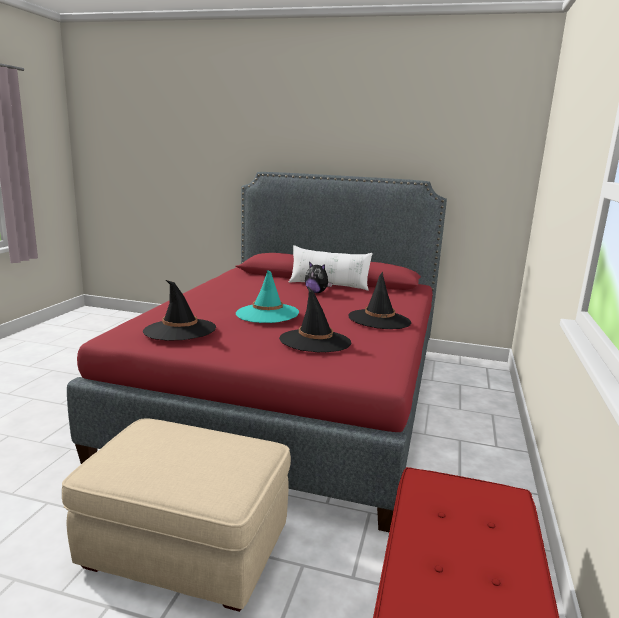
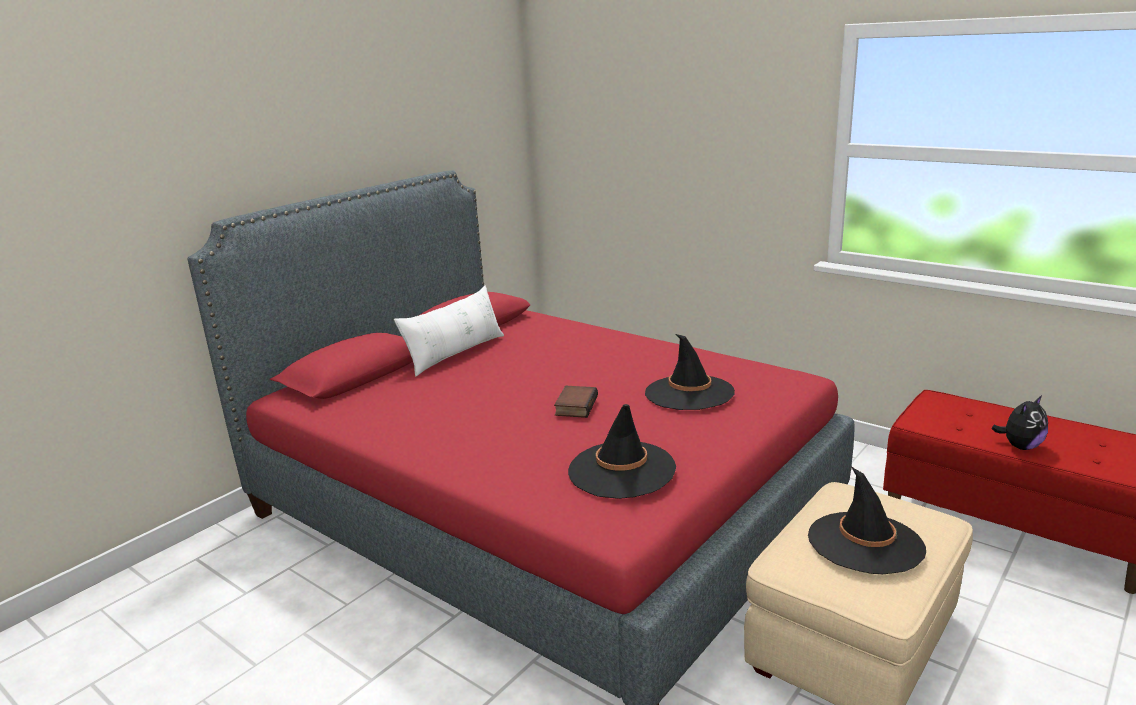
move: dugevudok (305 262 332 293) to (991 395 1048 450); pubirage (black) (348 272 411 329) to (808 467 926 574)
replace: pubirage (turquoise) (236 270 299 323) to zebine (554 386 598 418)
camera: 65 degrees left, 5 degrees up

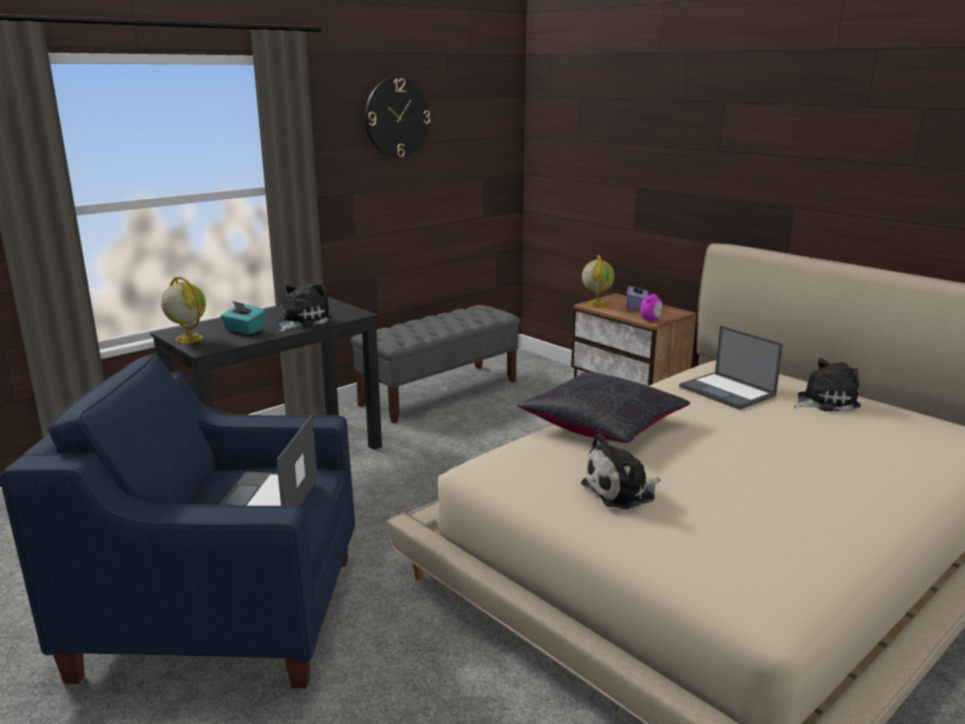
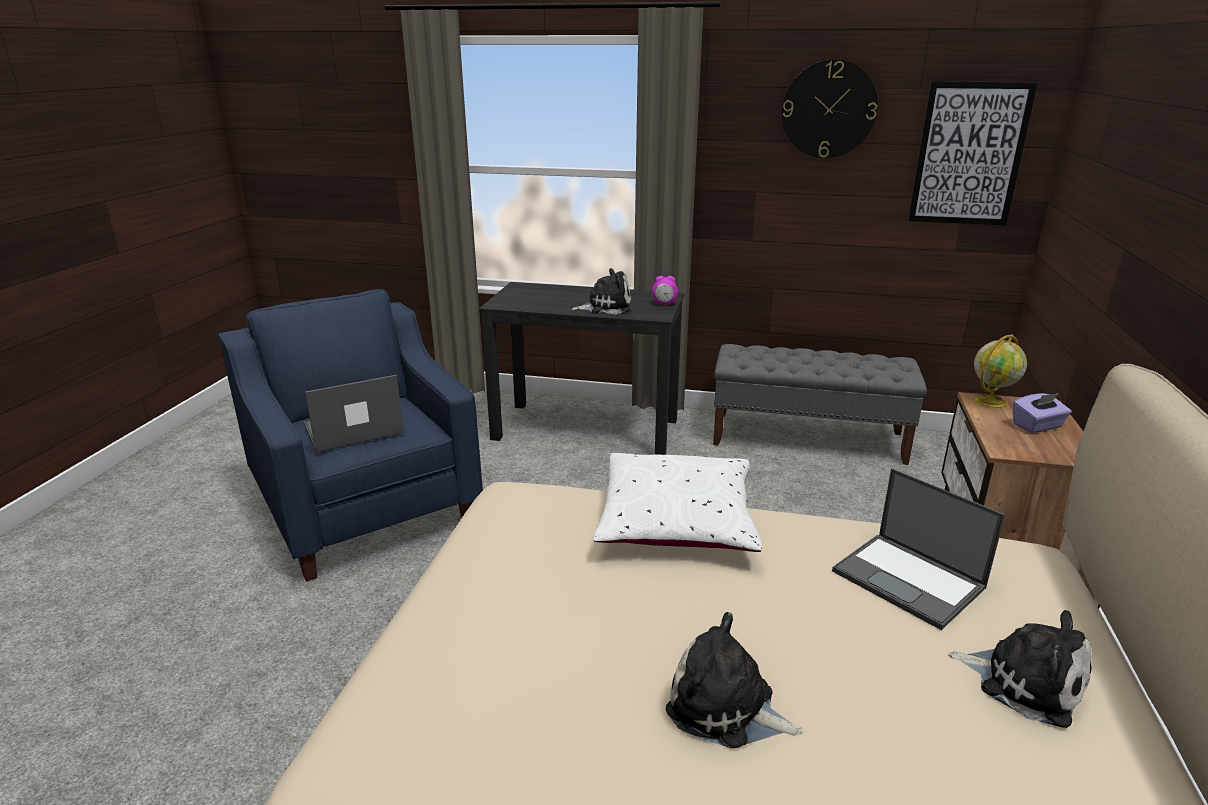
delete: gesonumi (161 277 206 343); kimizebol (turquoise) (220 301 265 335)
insert: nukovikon (908 81 1038 225)
move: dugevudok (581 433 661 509) to (666 612 803 749); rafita (640 294 662 322) to (652 276 678 305)
recolor: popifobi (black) (517 372 690 443) to popifobi (white) (594 453 762 552)
rotate: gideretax (679 326 783 410) = (832 468 1005 630) 60 degrees counterclockwise
camera: 55 degrees right, 5 degrees up

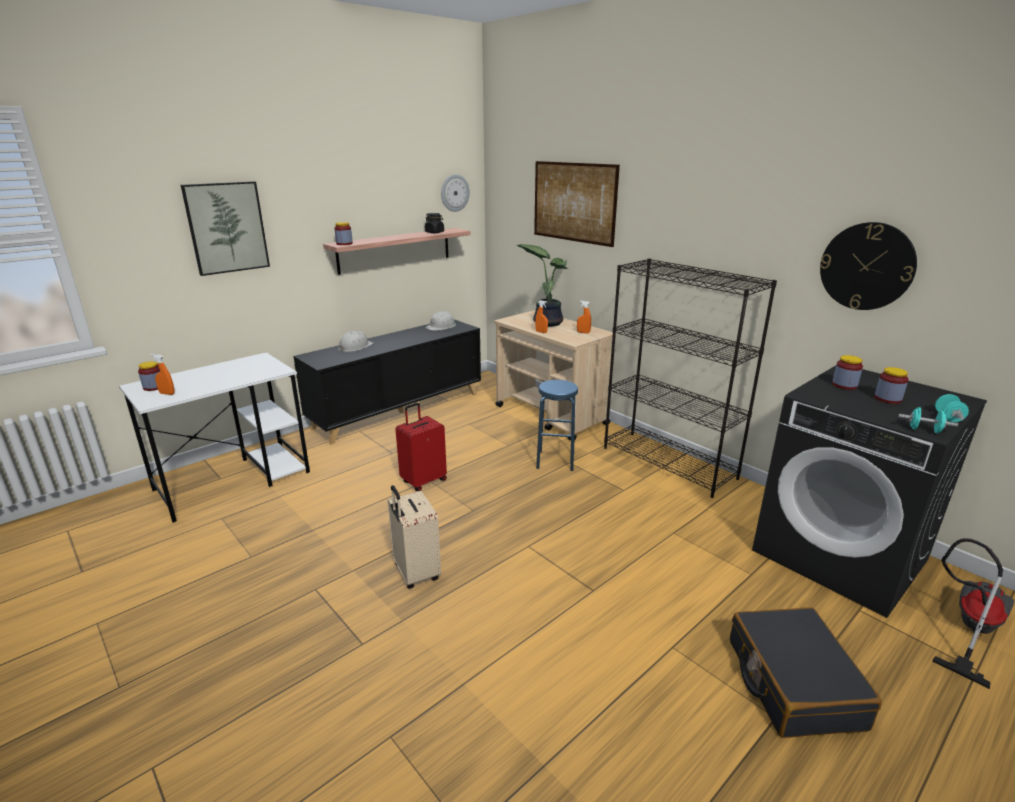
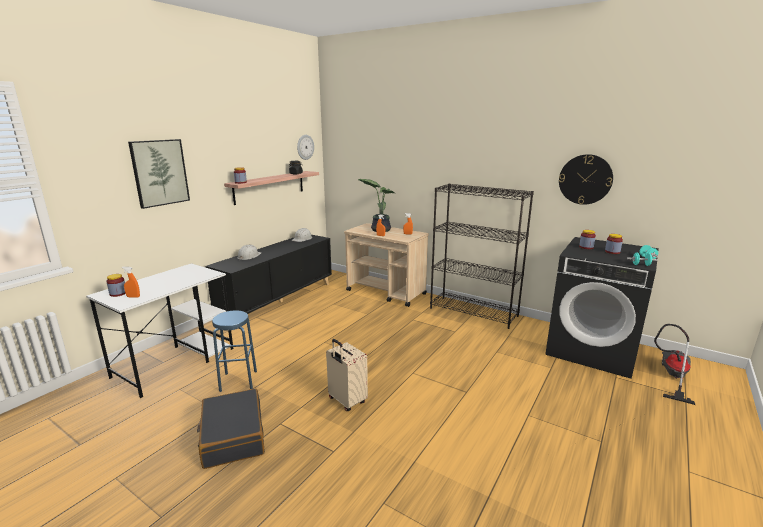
delete: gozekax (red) (395 403 447 491); nukovikon (534 161 620 247)
move: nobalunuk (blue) (536 380 578 471) to (212 310 257 392); gozekax (black) (730 607 882 738) to (197 388 265 469)
camera: 15 degrees left, 5 degrees down

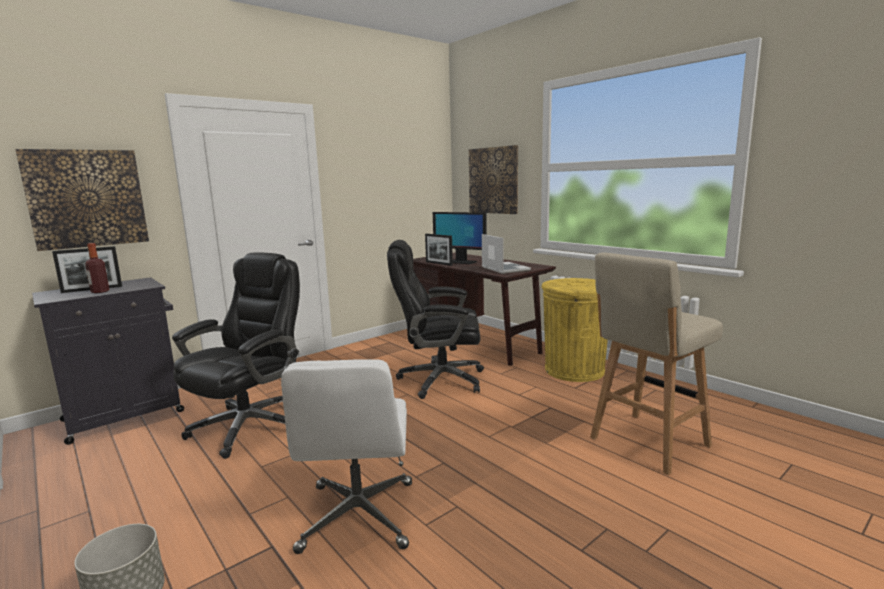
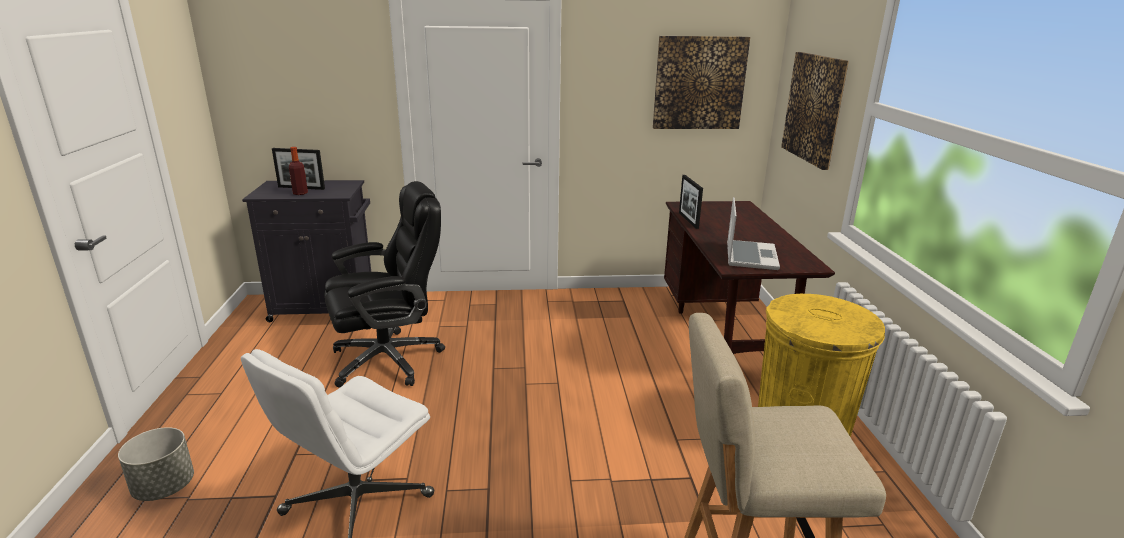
delete: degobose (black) (387 240 484 399); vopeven (433 212 487 264)
move: nukovikon (15 149 149 251) to (653 36 750 129)
camera: 35 degrees right, 10 degrees up

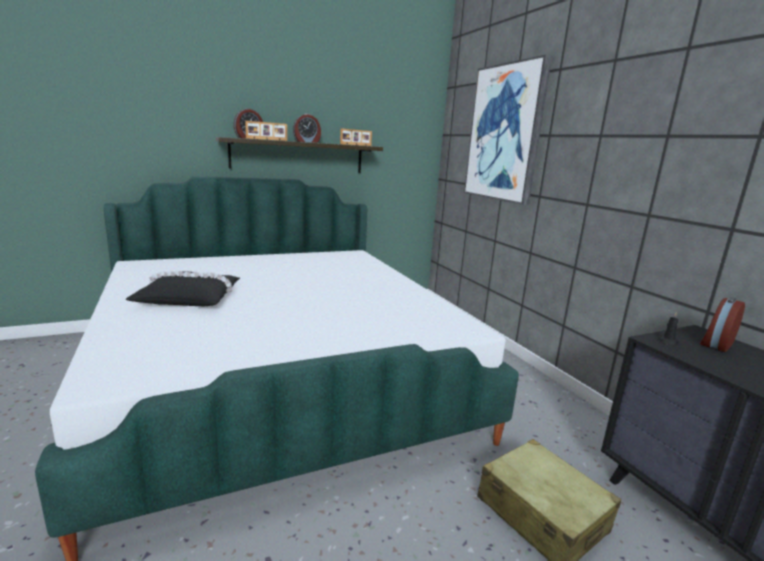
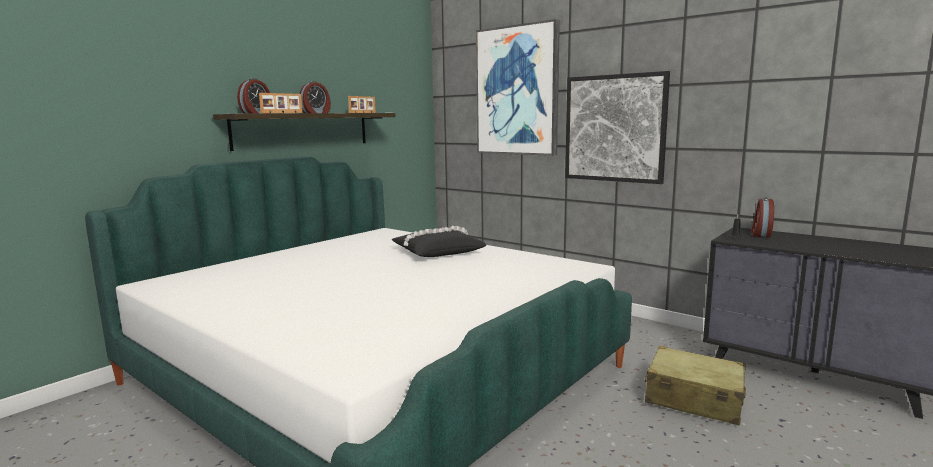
insert: nukovikon (565 71 670 184)
move: popifobi (black) (126 271 240 306) to (392 226 486 257)
camera: 25 degrees left, 5 degrees down

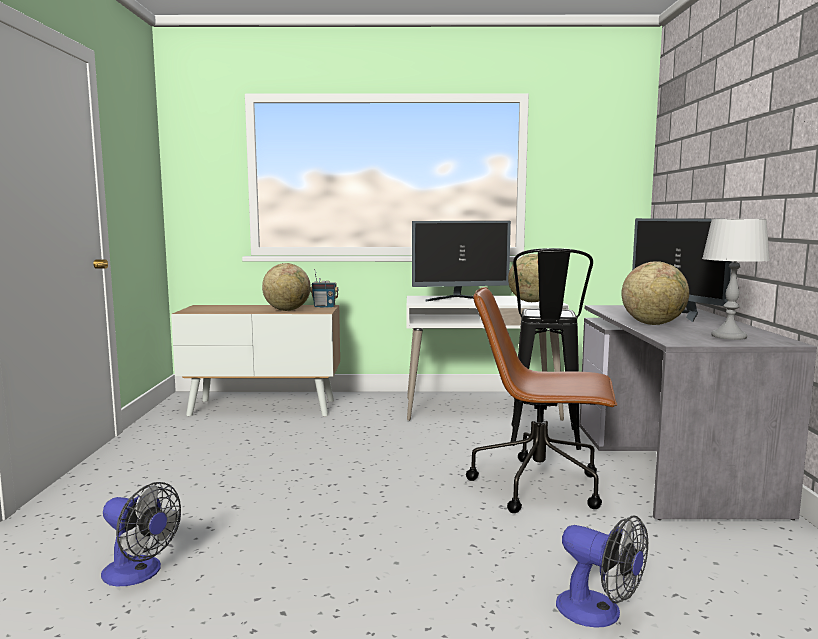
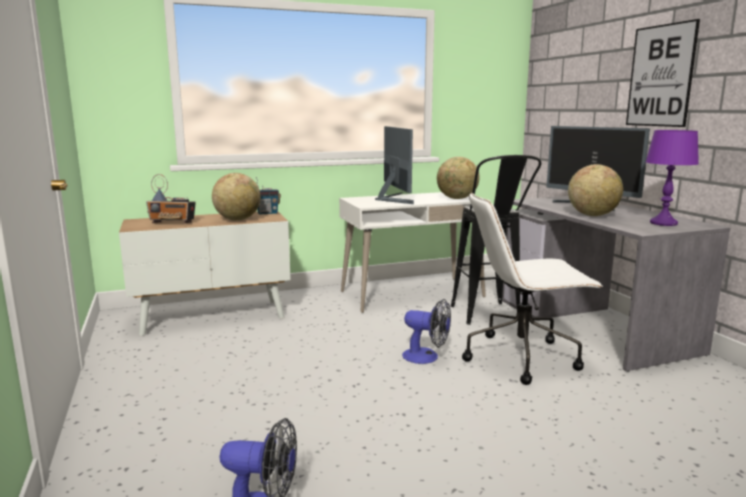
insert: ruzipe (146 174 196 224); nukovikon (626 19 700 127)
move: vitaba (556 515 648 628) to (402 299 451 364)
recolor: degobose (brown) (466 287 617 513) to degobose (white) (462 192 603 385); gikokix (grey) (702 219 770 340) to gikokix (purple) (645 130 699 226)
rotate: vopeven (412 221 511 302) = (375 126 414 204) 75 degrees counterclockwise
camera: 20 degrees left, 5 degrees up

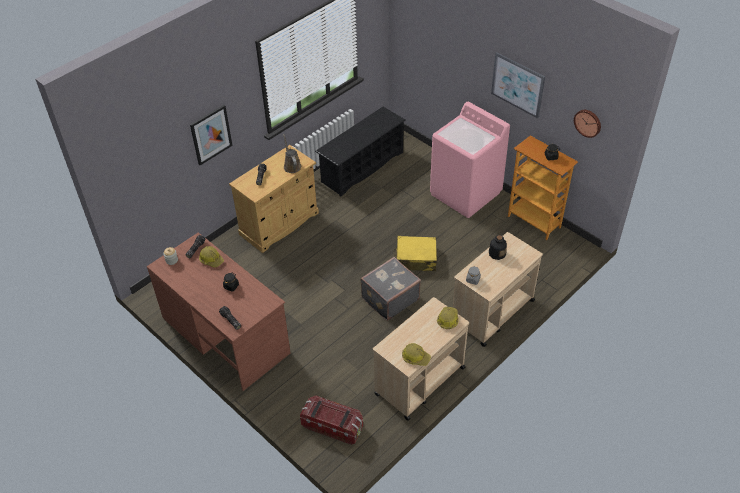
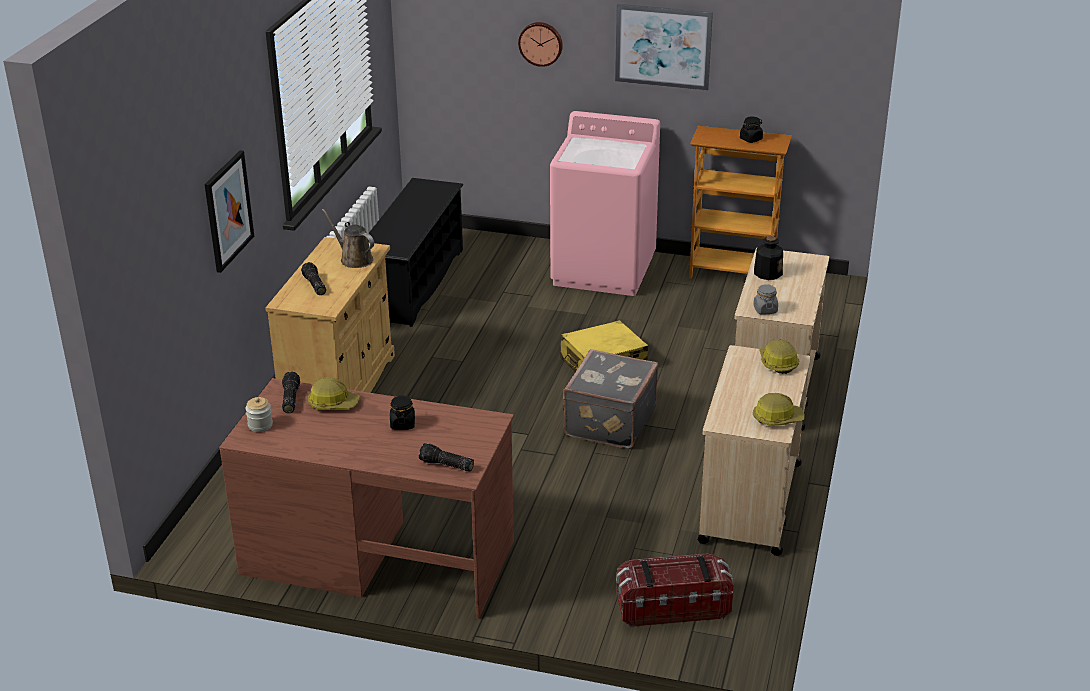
move: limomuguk (574 110 601 138) to (518 22 563 67)
camera: 30 degrees left, 15 degrees down

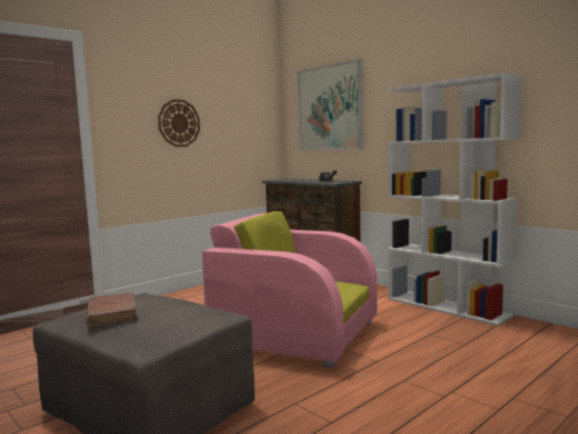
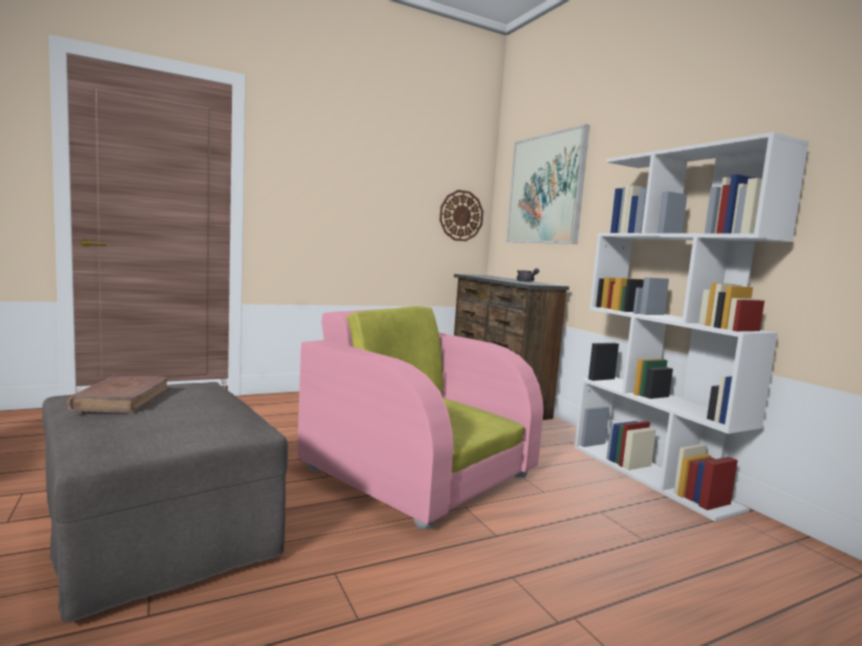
move: limomuguk (158 99 200 147) to (439 190 484 241)
camera: 15 degrees right, 0 degrees up

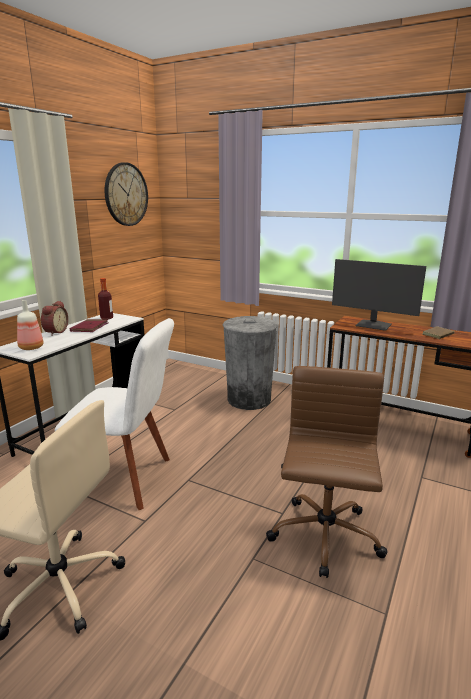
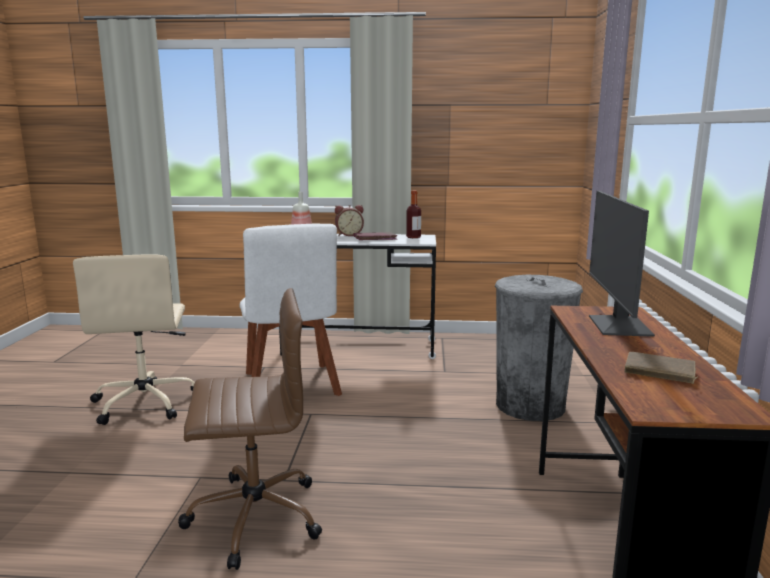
delete: limomuguk (105 162 148 226)
camera: 65 degrees right, 5 degrees down

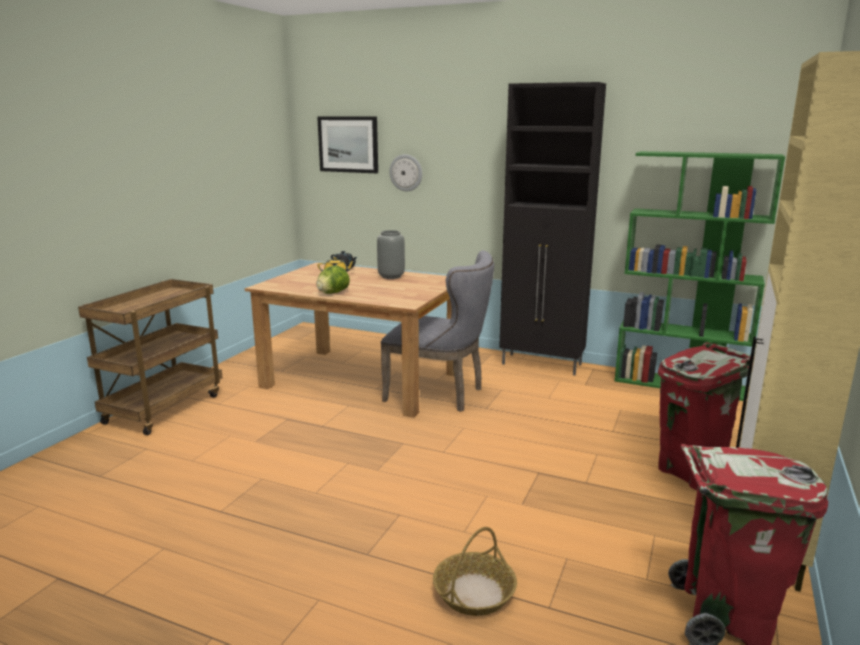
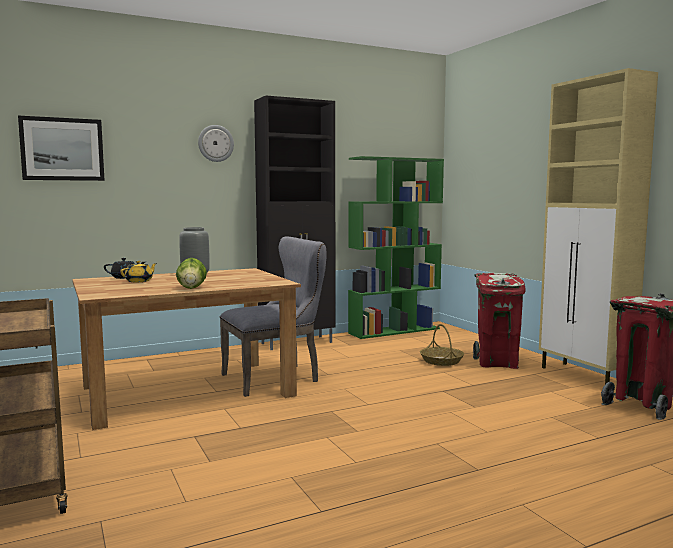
move: limomuguk (389 154 422 191) to (198 125 234 162); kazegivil (433 527 517 616) to (420 324 464 366)
camera: 50 degrees left, 10 degrees down

